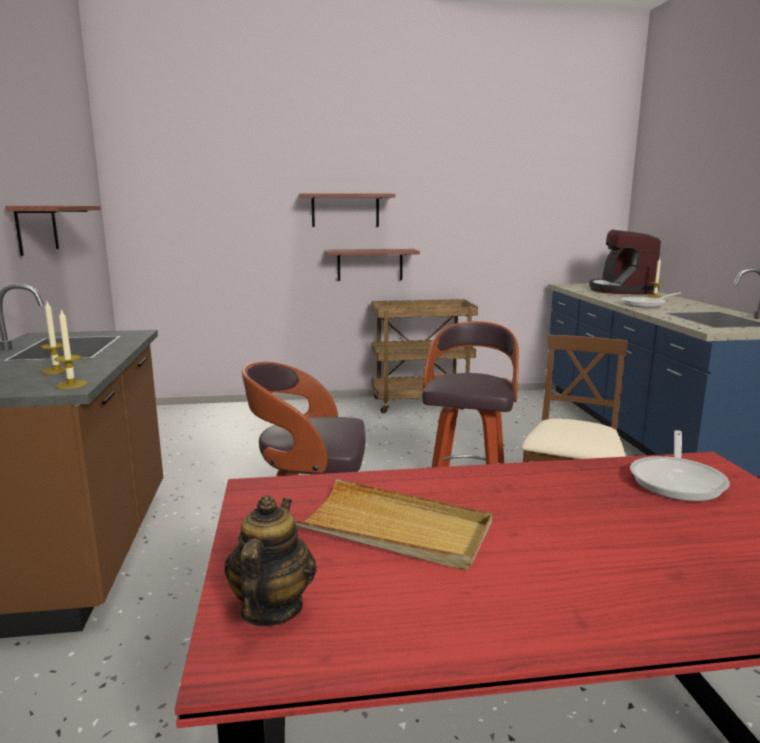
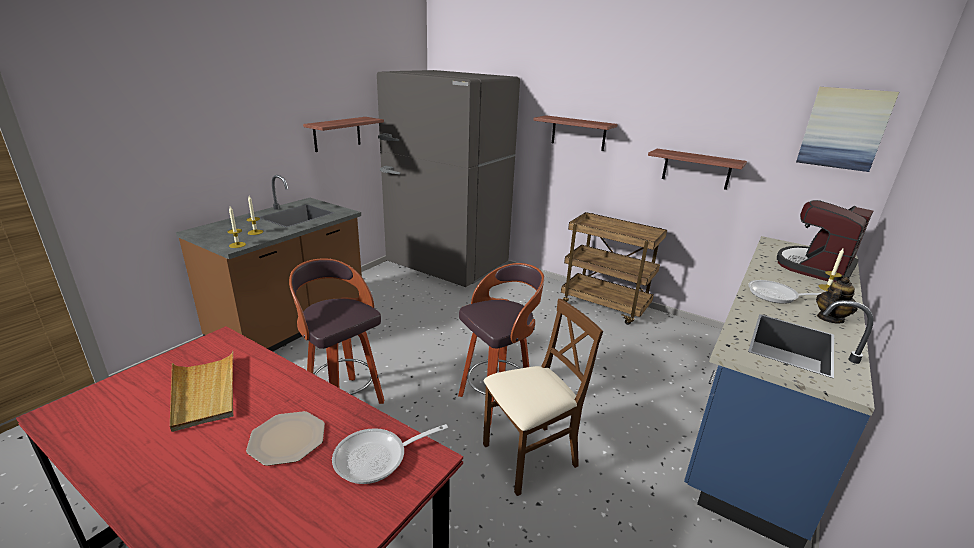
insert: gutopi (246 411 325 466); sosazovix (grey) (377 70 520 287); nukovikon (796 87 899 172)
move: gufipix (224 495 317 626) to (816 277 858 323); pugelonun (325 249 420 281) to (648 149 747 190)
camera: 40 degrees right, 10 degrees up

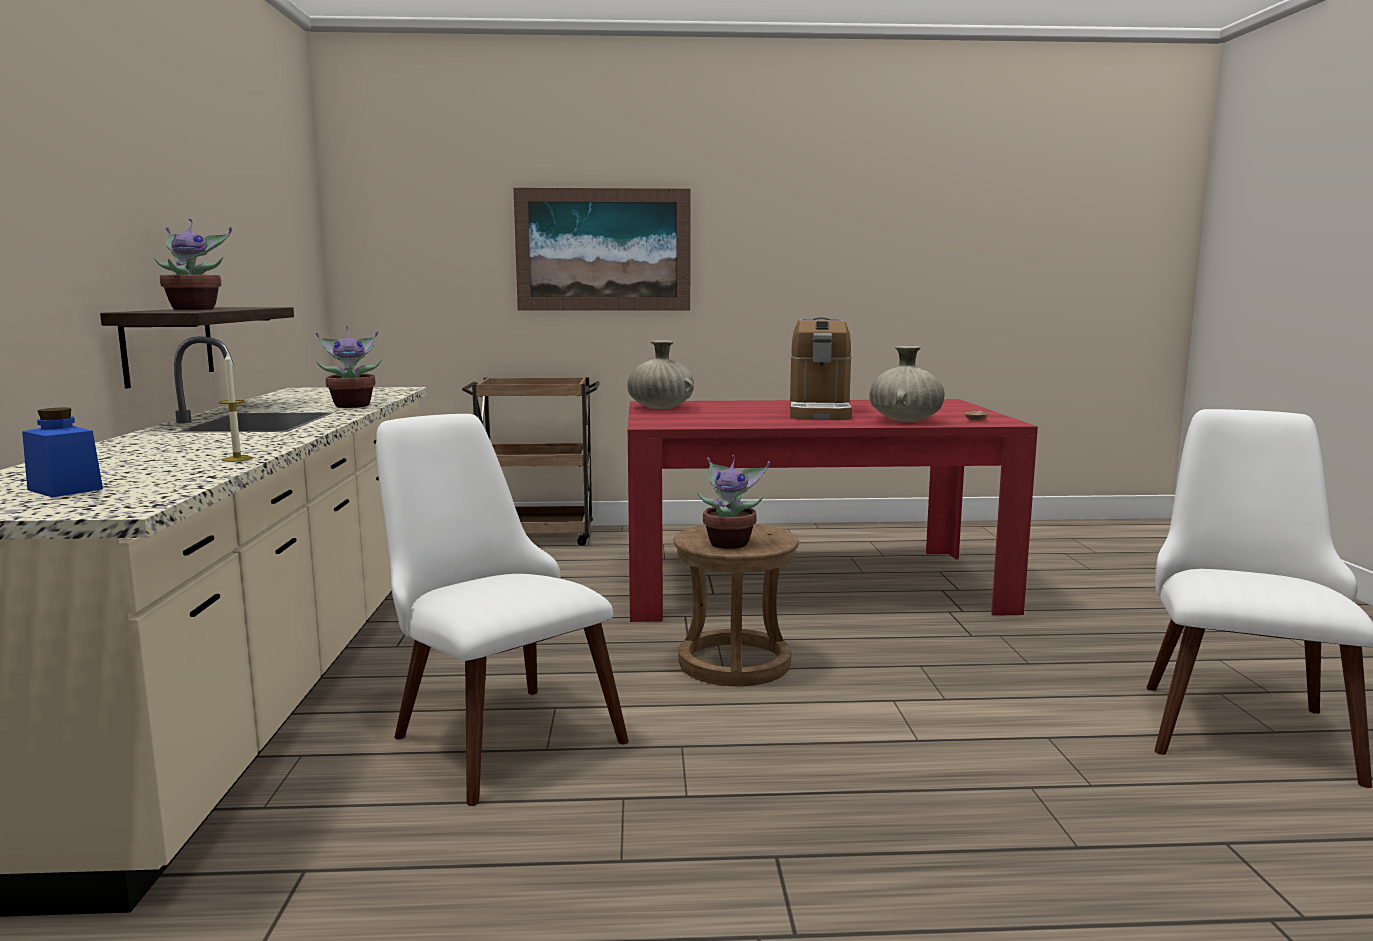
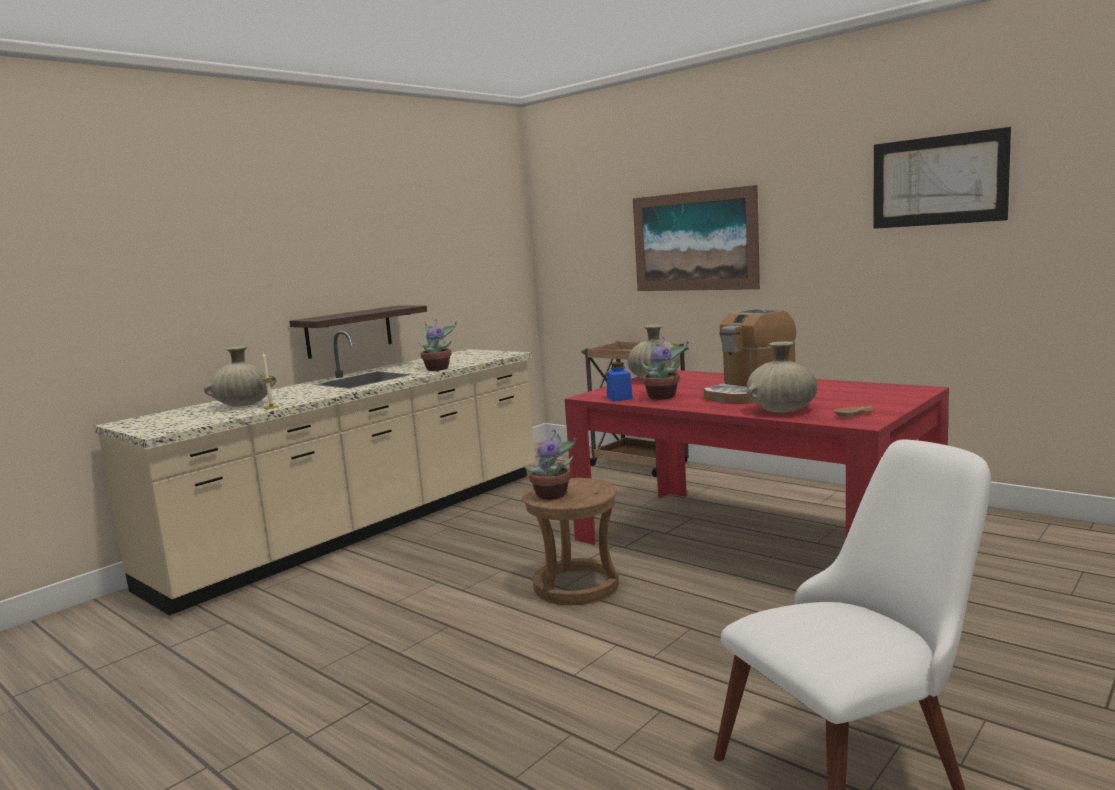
delete: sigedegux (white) (376 414 629 806)
insert: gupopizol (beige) (204 346 277 407); nukovikon (874 127 1011 229)
move: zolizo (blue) (22 407 103 497) to (606 362 633 401); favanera (154 219 232 310) to (641 337 688 400)
camera: 45 degrees right, 0 degrees up

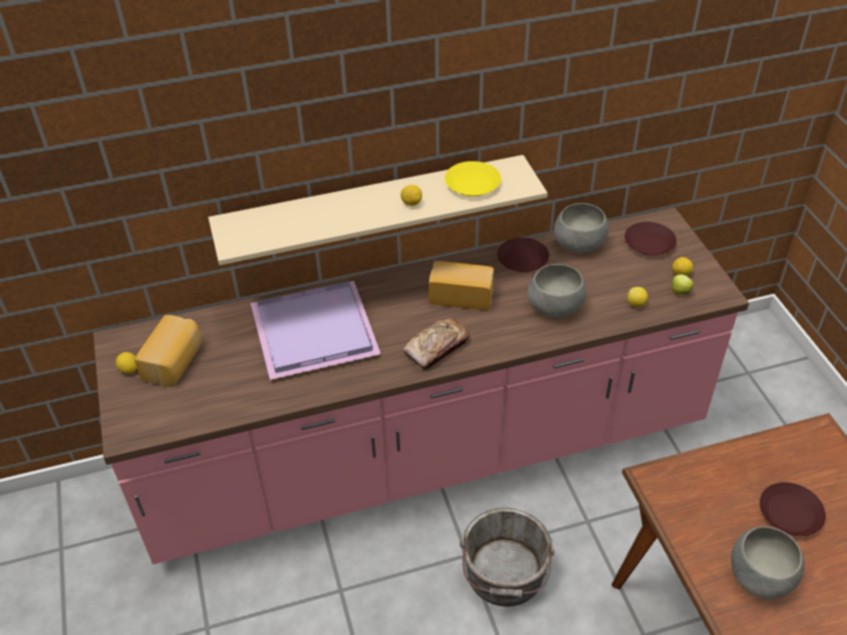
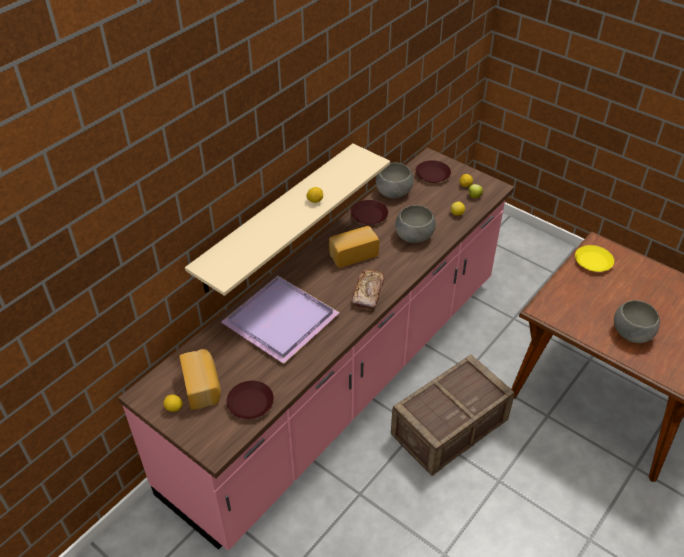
move: gutopi (yellow) (445 161 501 197) to (575 245 614 272); gutopi (brown) (759 482 826 536) to (226 381 274 419)
replace: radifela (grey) (460 508 555 606) to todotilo (391 354 515 476)
camera: 35 degrees left, 0 degrees up

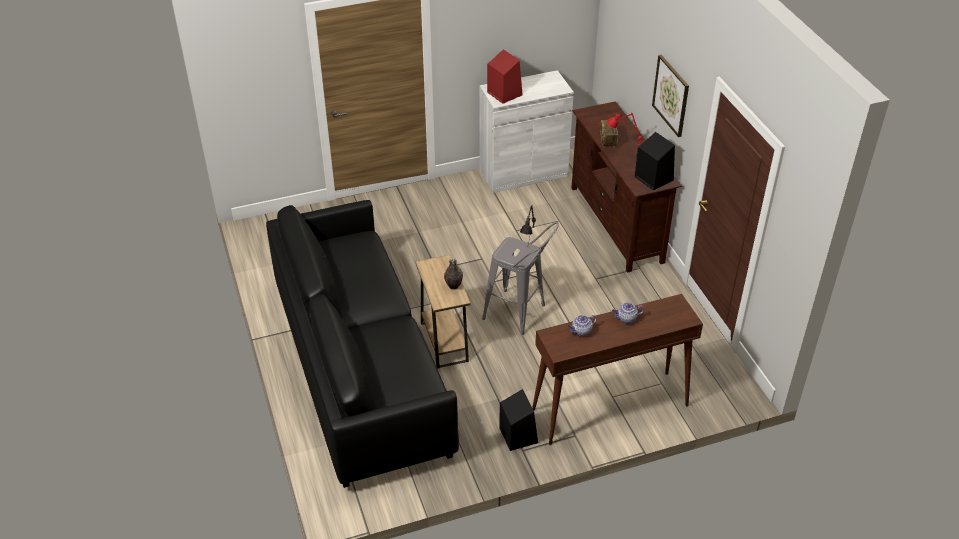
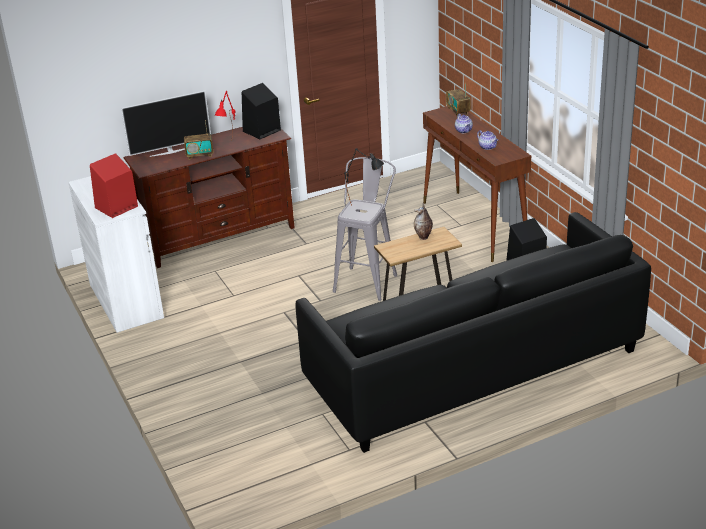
delete: nukovikon (652 55 689 137)
insert: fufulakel (121 91 211 157); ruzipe (446 82 470 116)
camera: 95 degrees left, 10 degrees down

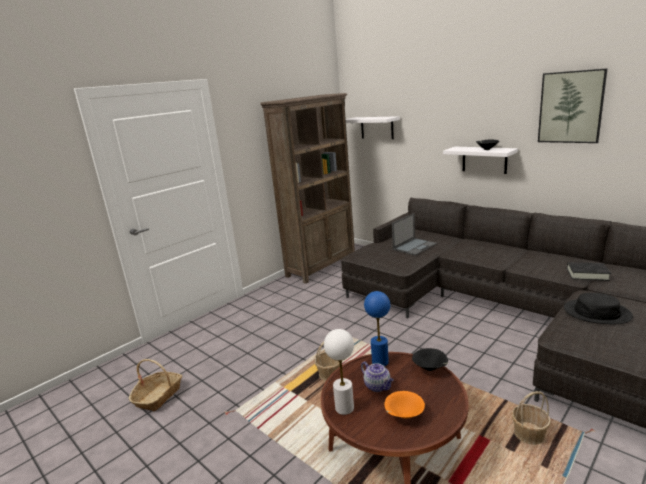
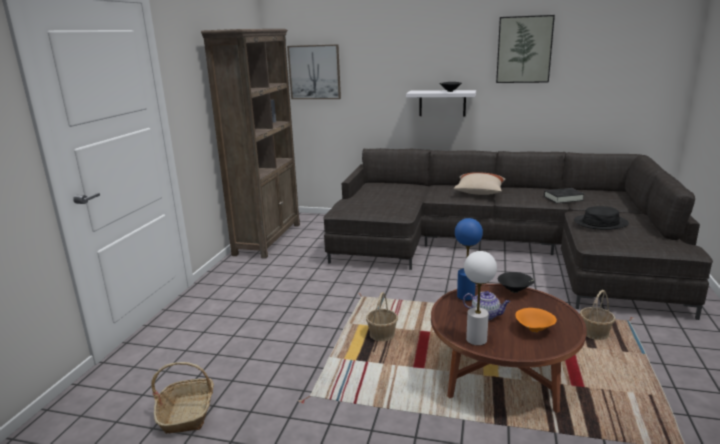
delete: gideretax (392 213 437 256)
insert: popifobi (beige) (454 172 505 195)
replace: pugelonun (white) (346 116 400 139) to nukovikon (287 44 341 99)
camera: 30 degrees left, 0 degrees up

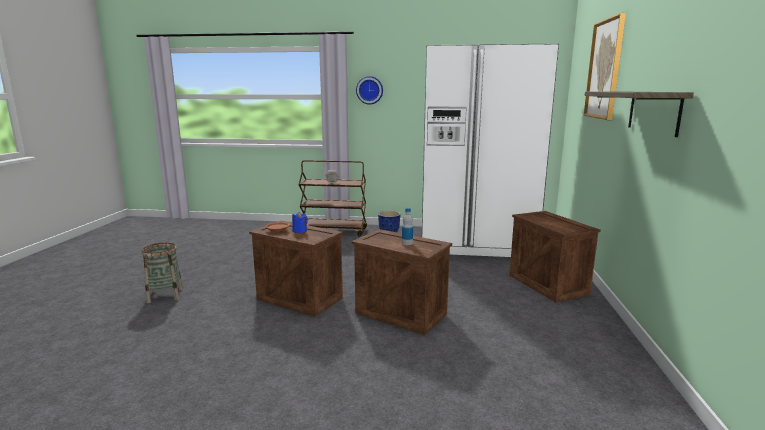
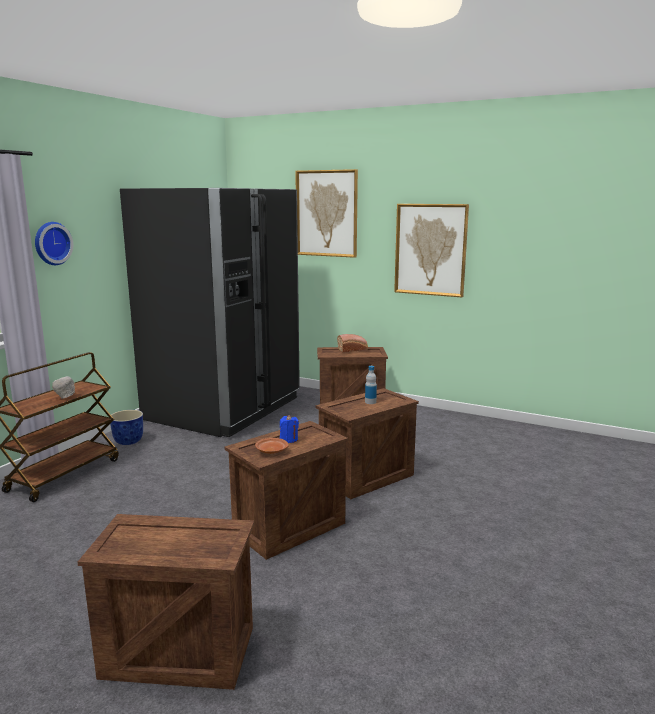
insert: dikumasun (337 334 368 353)
replace: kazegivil (141 243 183 303) to todotilo (78 514 254 690); pugelonun (585 92 694 137) to nukovikon (394 204 469 297)
recolor: sosazovix (white) (422 44 559 257) to sosazovix (black) (120 188 300 437)
camera: 70 degrees left, 0 degrees up

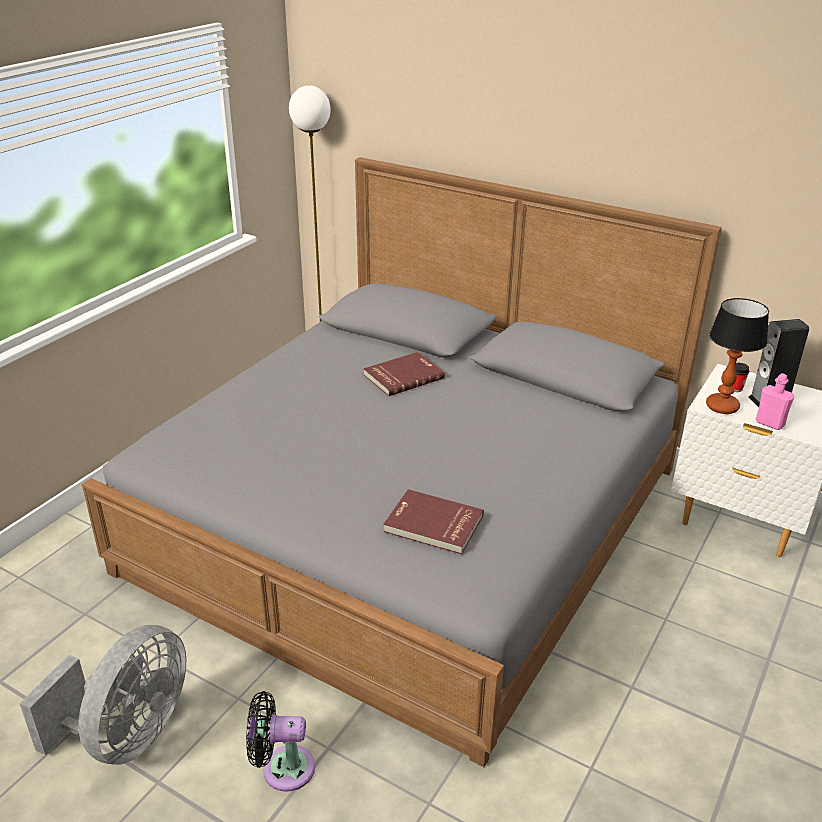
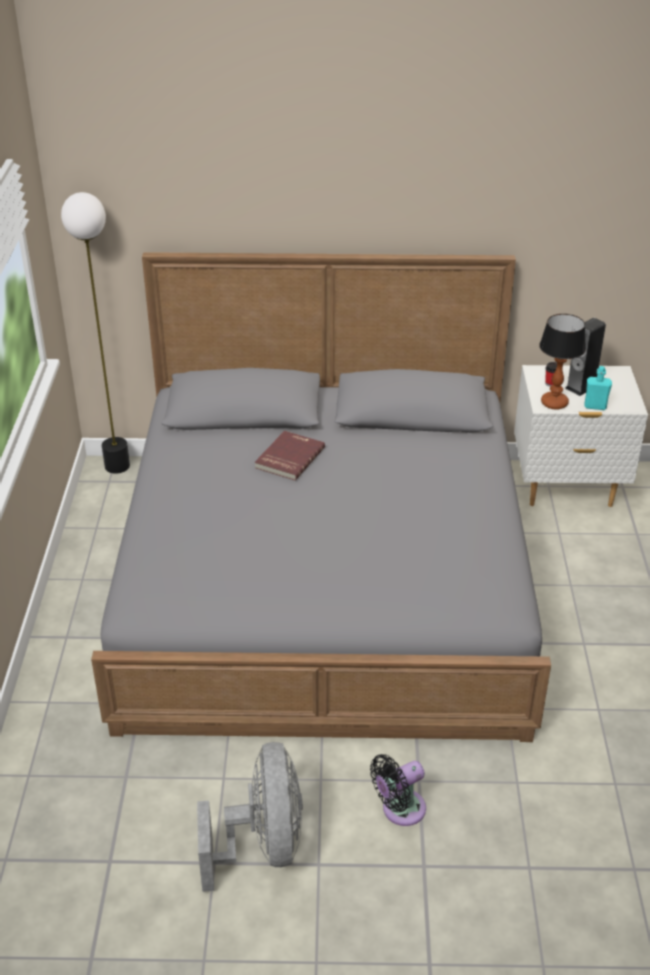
delete: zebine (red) (383 489 484 554)
recolor: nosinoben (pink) (756 373 794 430) to nosinoben (turquoise) (585 366 612 410)
camera: 30 degrees left, 5 degrees up

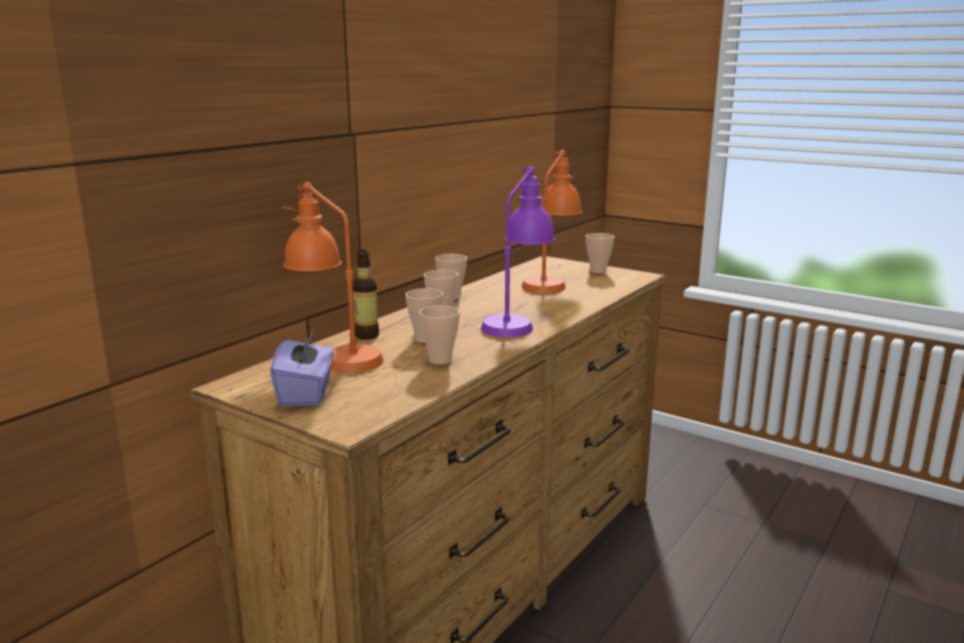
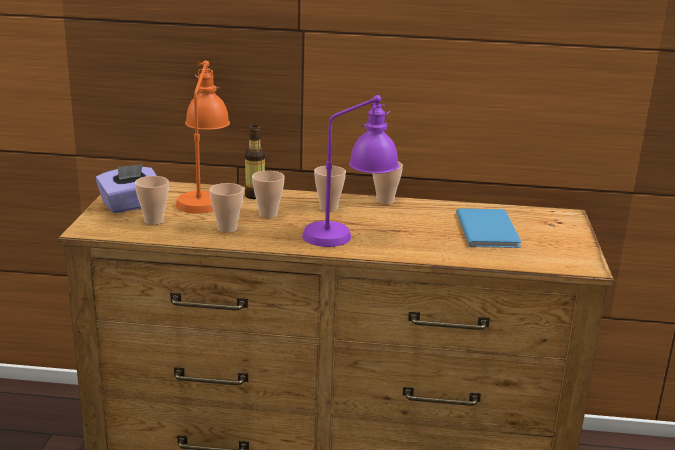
move: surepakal (586 233 614 274) to (135 176 169 225)
replace: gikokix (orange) (521 150 582 293) to zebine (blue) (456 208 522 248)
camera: 60 degrees right, 5 degrees up

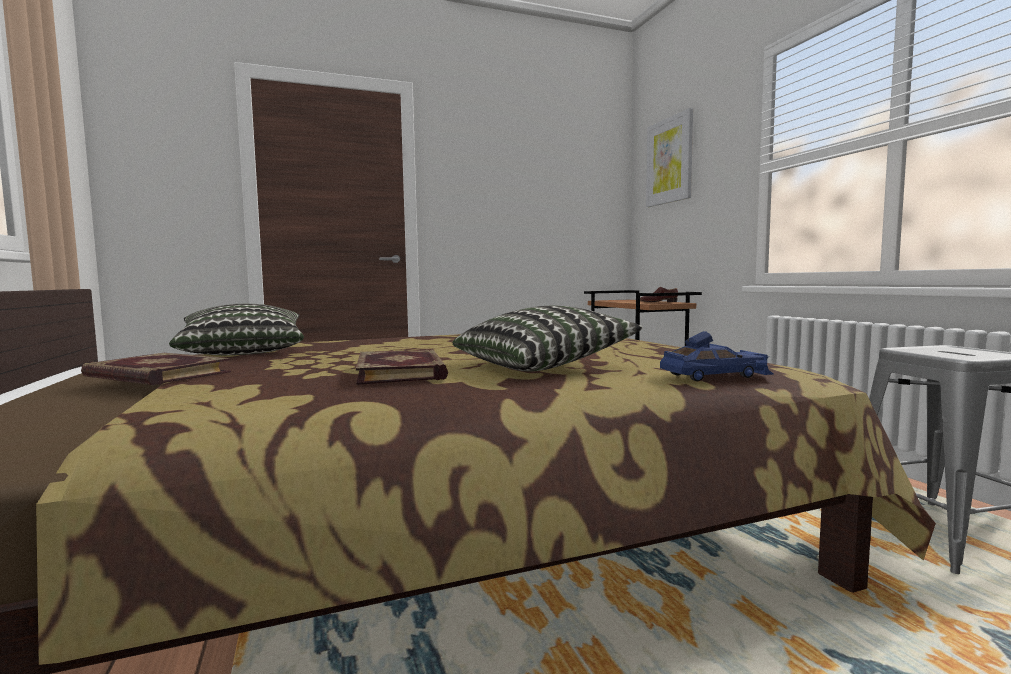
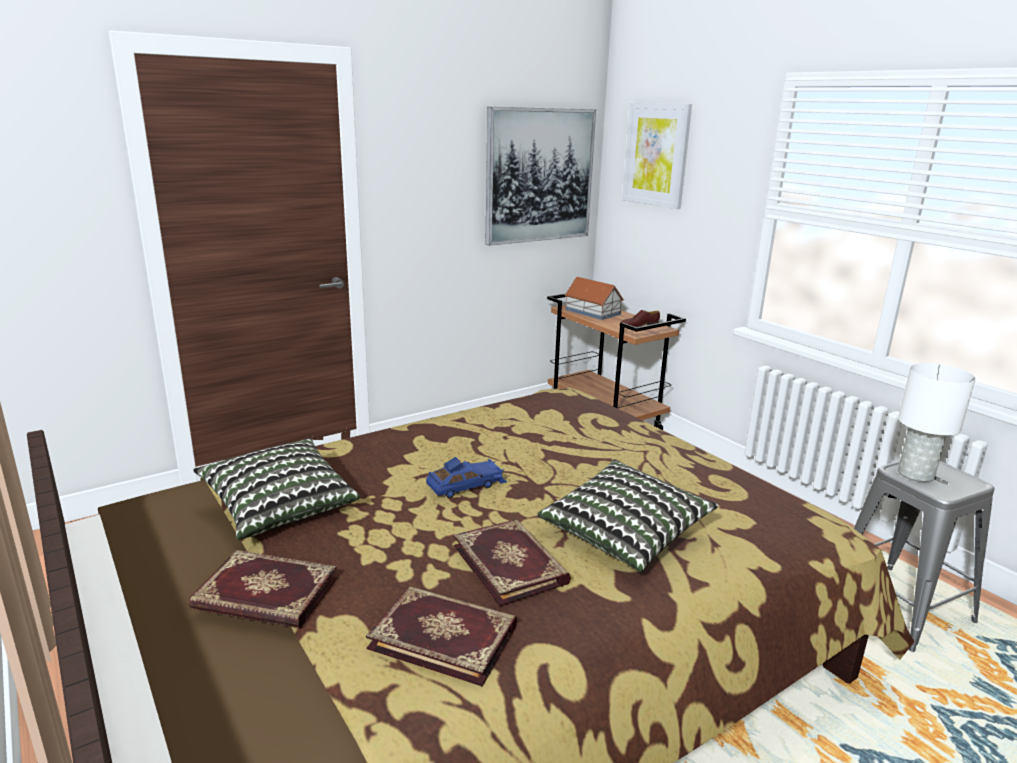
insert: zebine (366 586 517 687); nukovikon (485 107 596 246); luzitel (565 277 624 320); gikokix (white) (898 363 976 482)
move: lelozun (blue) (660 331 773 382) to (426 457 507 498)
camera: 15 degrees left, 15 degrees up

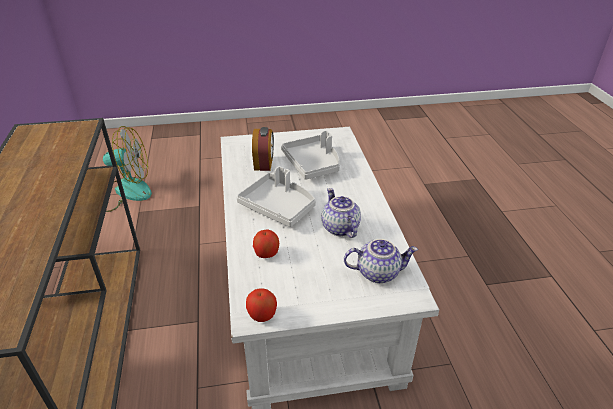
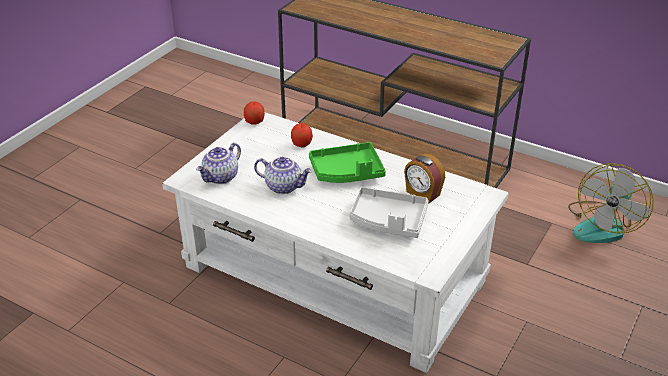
recolor: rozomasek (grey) (236 166 316 227) to rozomasek (green) (309 142 386 183)
camera: 130 degrees right, 0 degrees up

